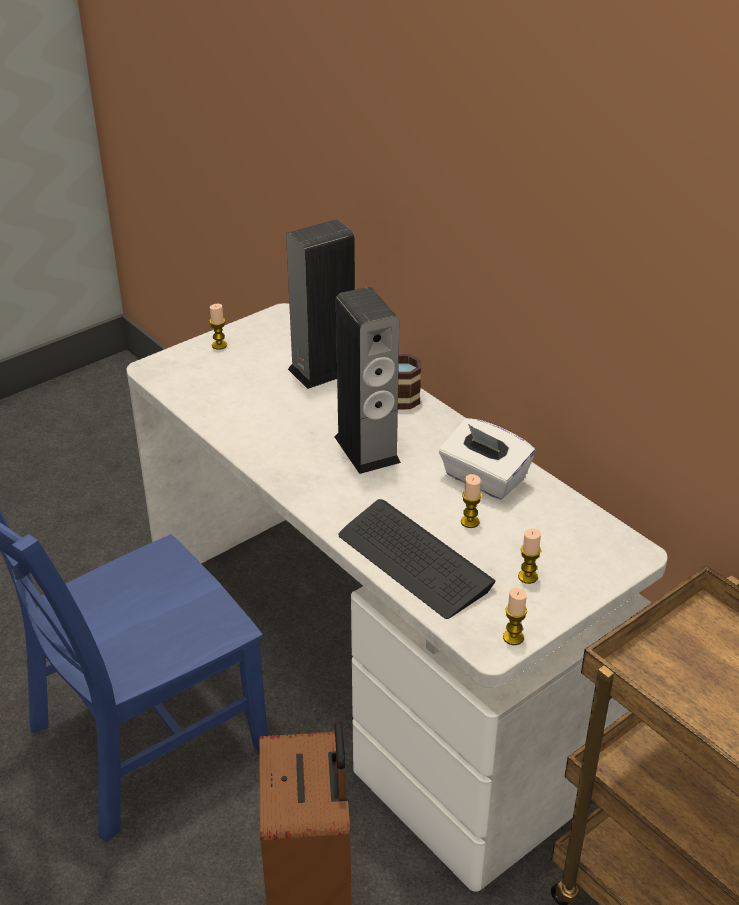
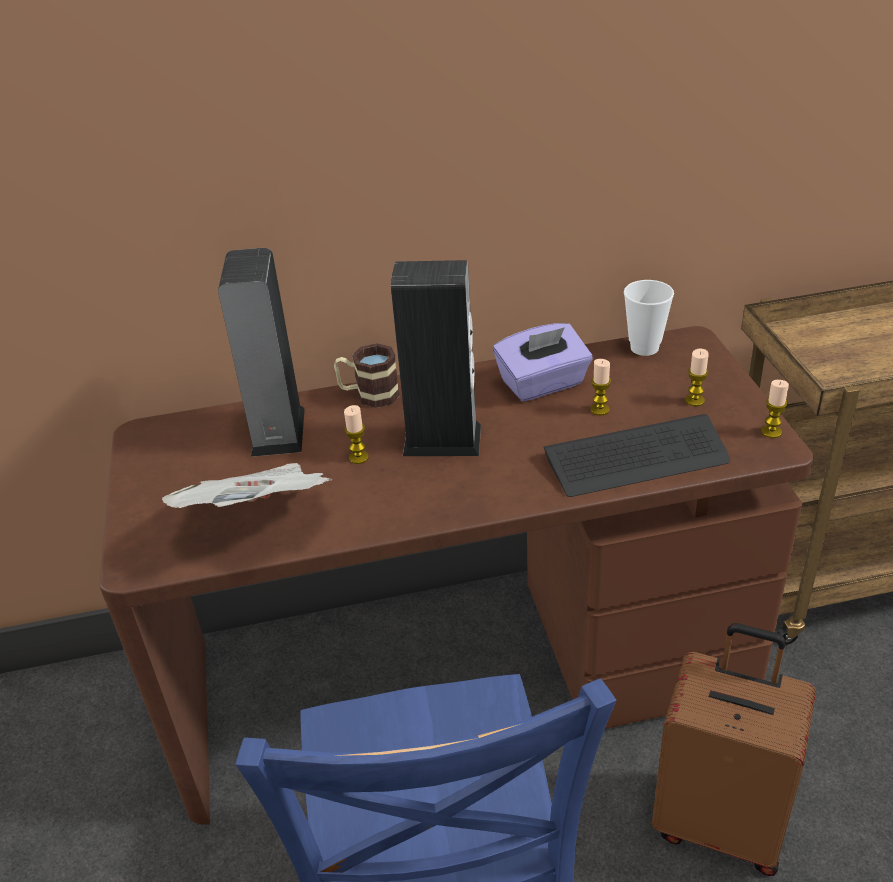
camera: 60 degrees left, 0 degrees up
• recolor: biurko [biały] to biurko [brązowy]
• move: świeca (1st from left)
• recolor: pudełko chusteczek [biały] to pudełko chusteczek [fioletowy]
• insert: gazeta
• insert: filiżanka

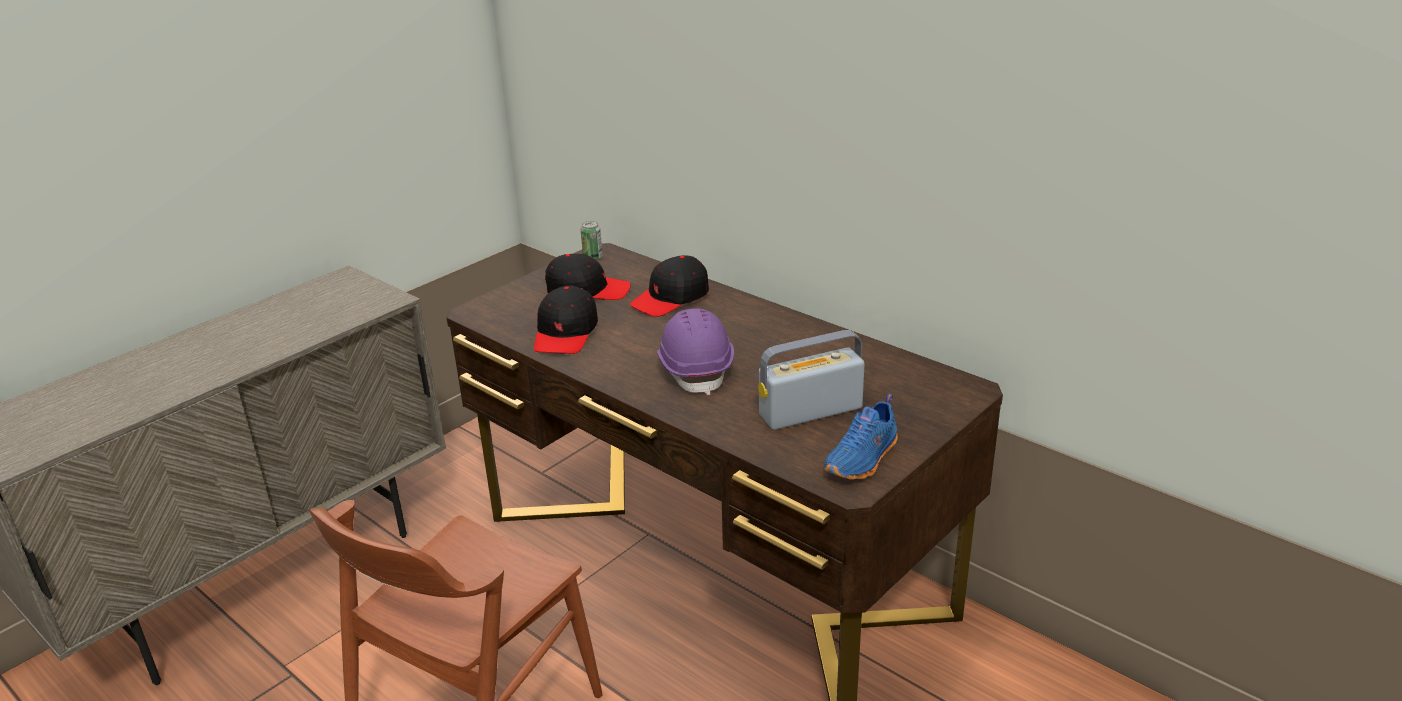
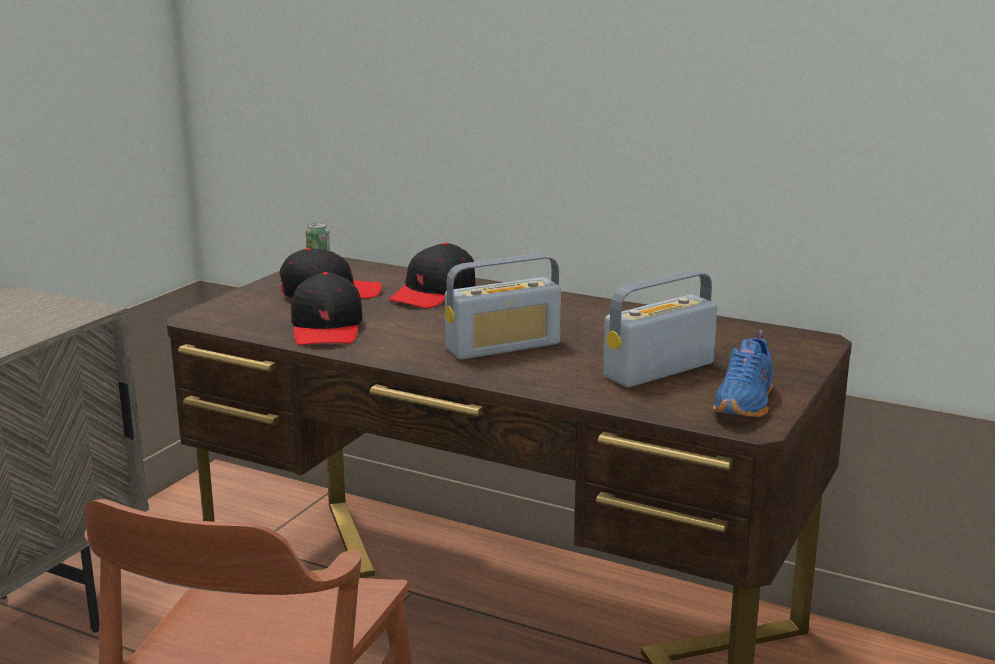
camera: 15 degrees left, 10 degrees down
• replace: kask [fioletowy] to radio (1st from left)

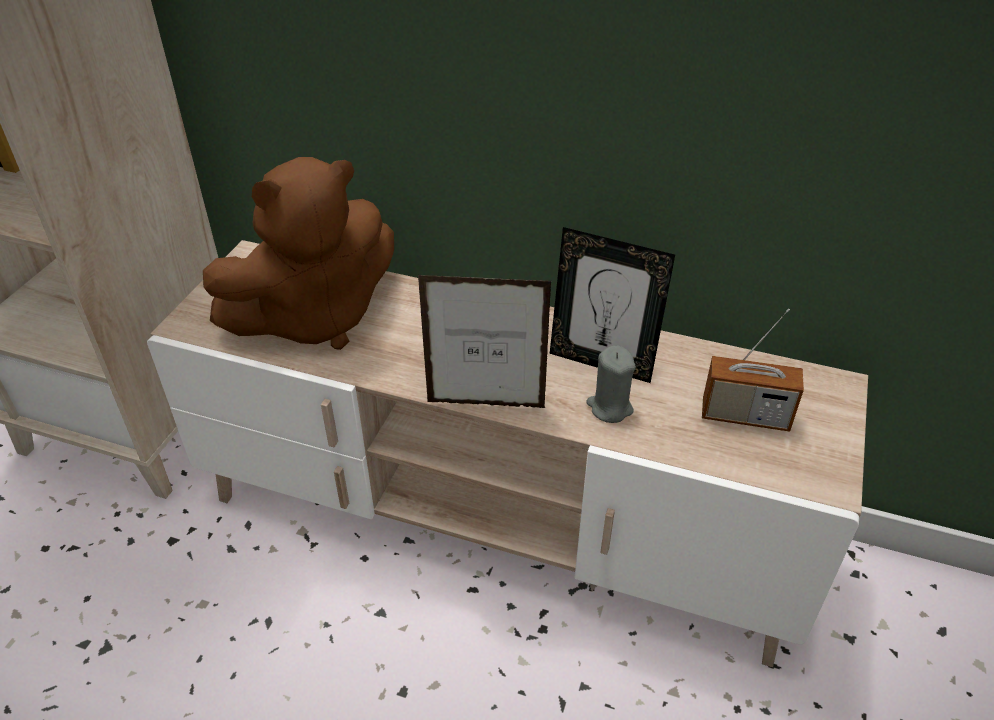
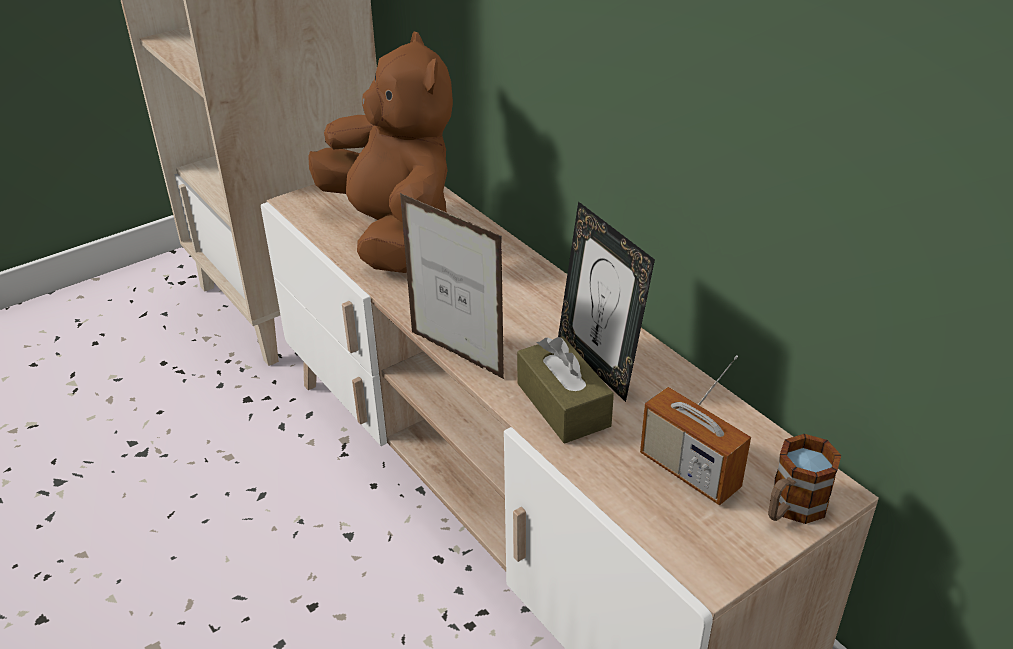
camera: 35 degrees right, 5 degrees down
• rotate: pluszak [brązowy] 120 degrees counterclockwise
• replace: świeca [szary] to pudełko chusteczek [brązowy]
• insert: kubek

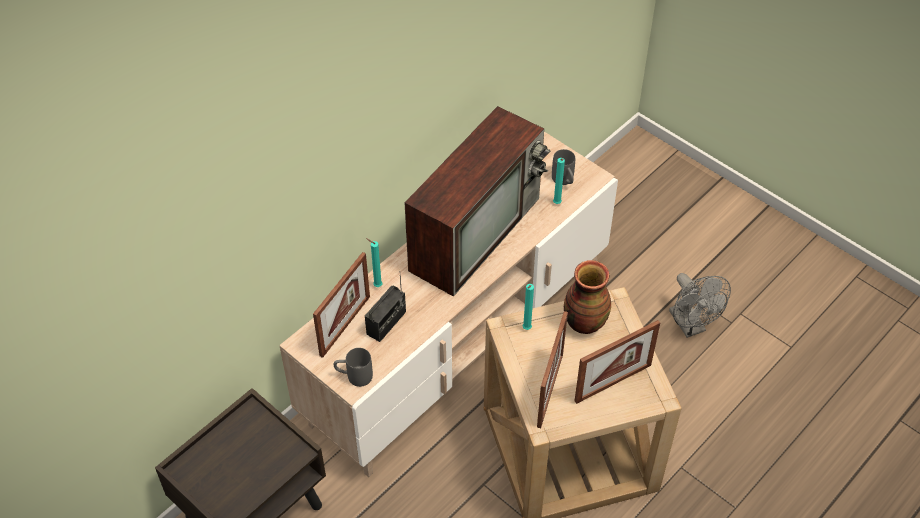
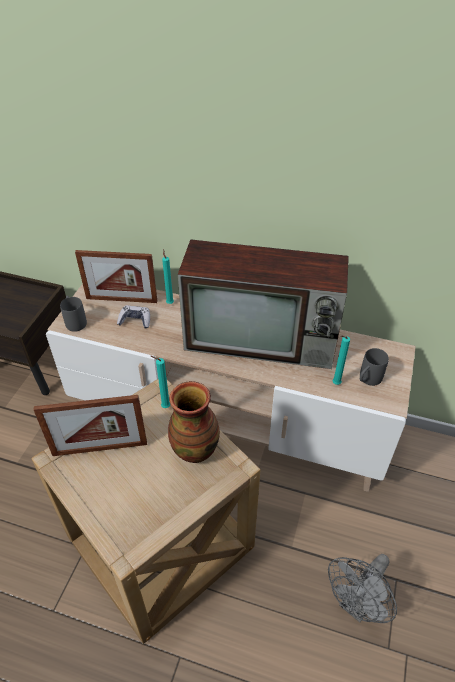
camera: 65 degrees right, 5 degrees down
• replace: radio to pad do gier
• delete: ramka na zdjęcie (3rd from left)

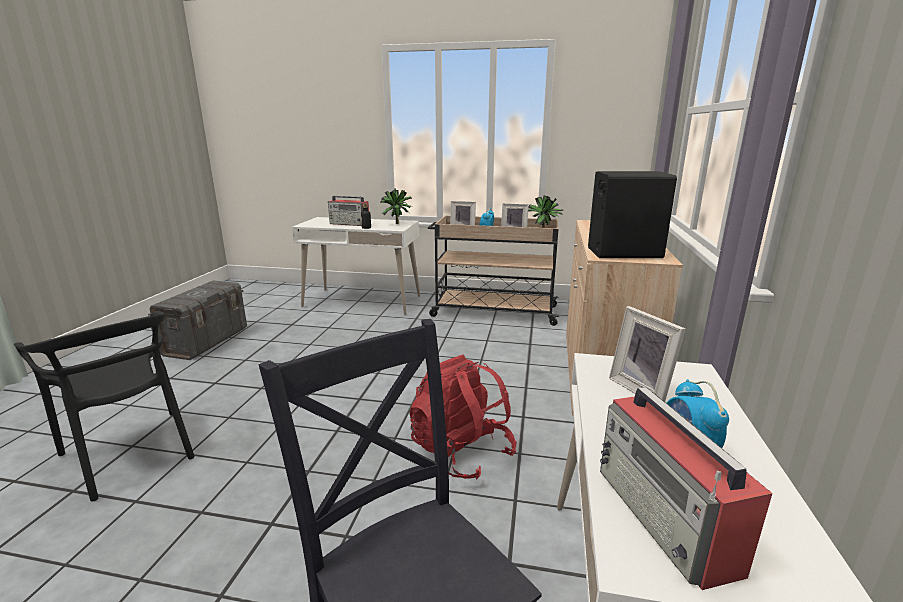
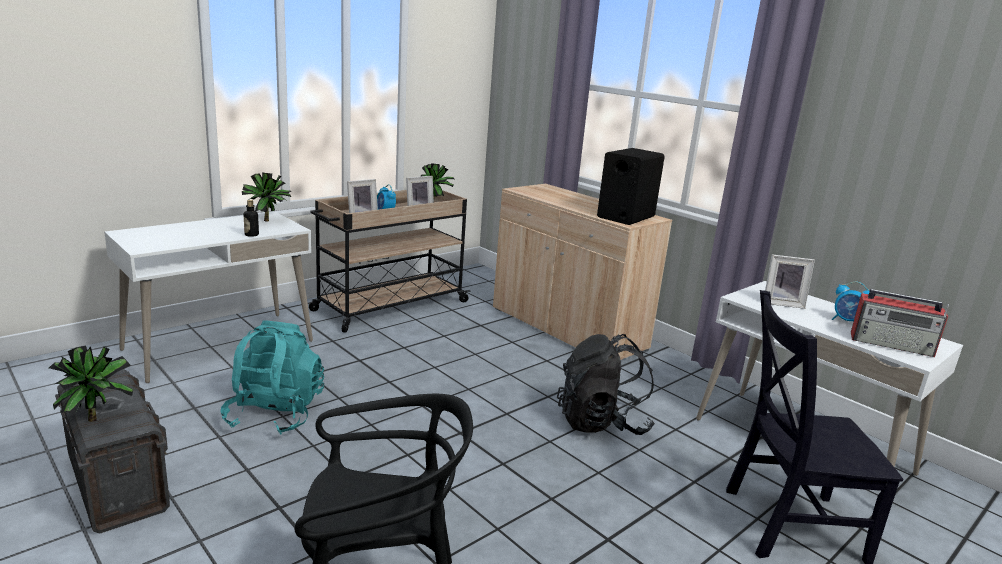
camera: 55 degrees left, 0 degrees up
• delete: radio (1st from left)
• recolor: plecak [czerwony] to plecak [czarny]
• insert: roślina doniczkowa (1st from left)
• insert: plecak [turkusowy]

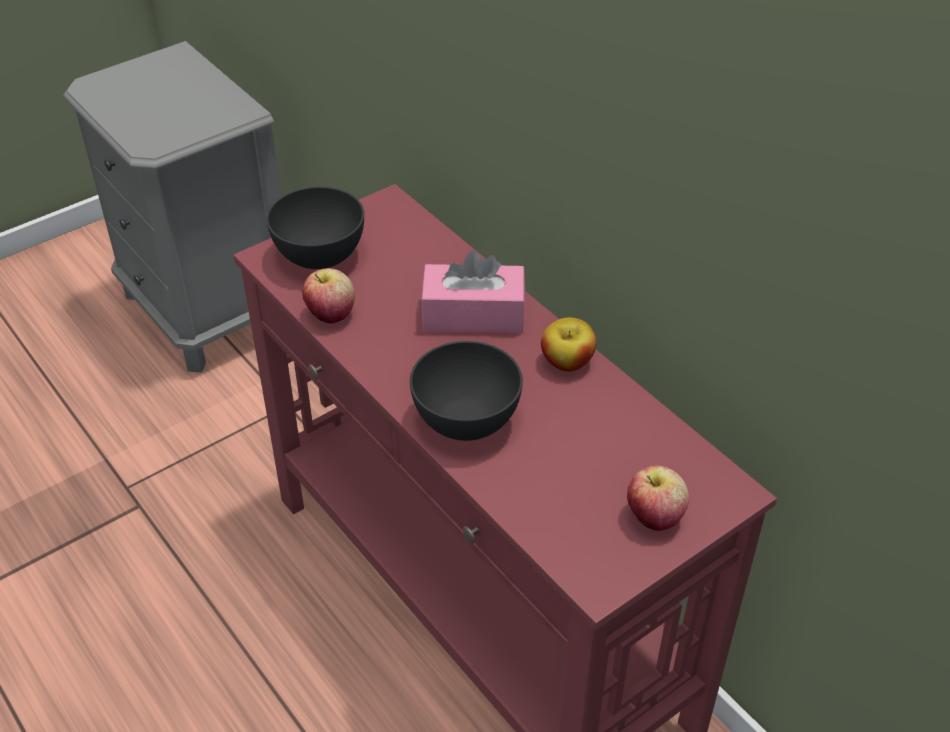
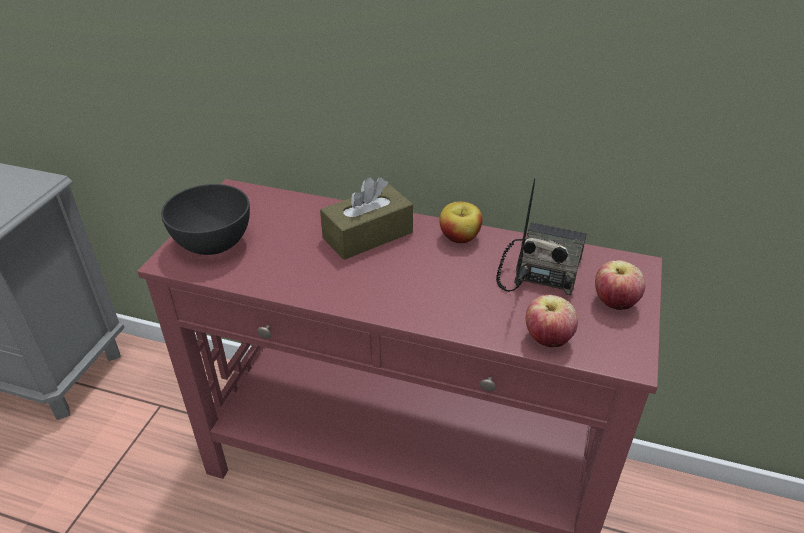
camera: 35 degrees left, 5 degrees down
• move: jabłko (1st from left in the first image) to jabłko (2nd from left)
• delete: miska [szary] (2nd from left)
• recolor: pudełko chusteczek [różowy] to pudełko chusteczek [brązowy]
• insert: radio

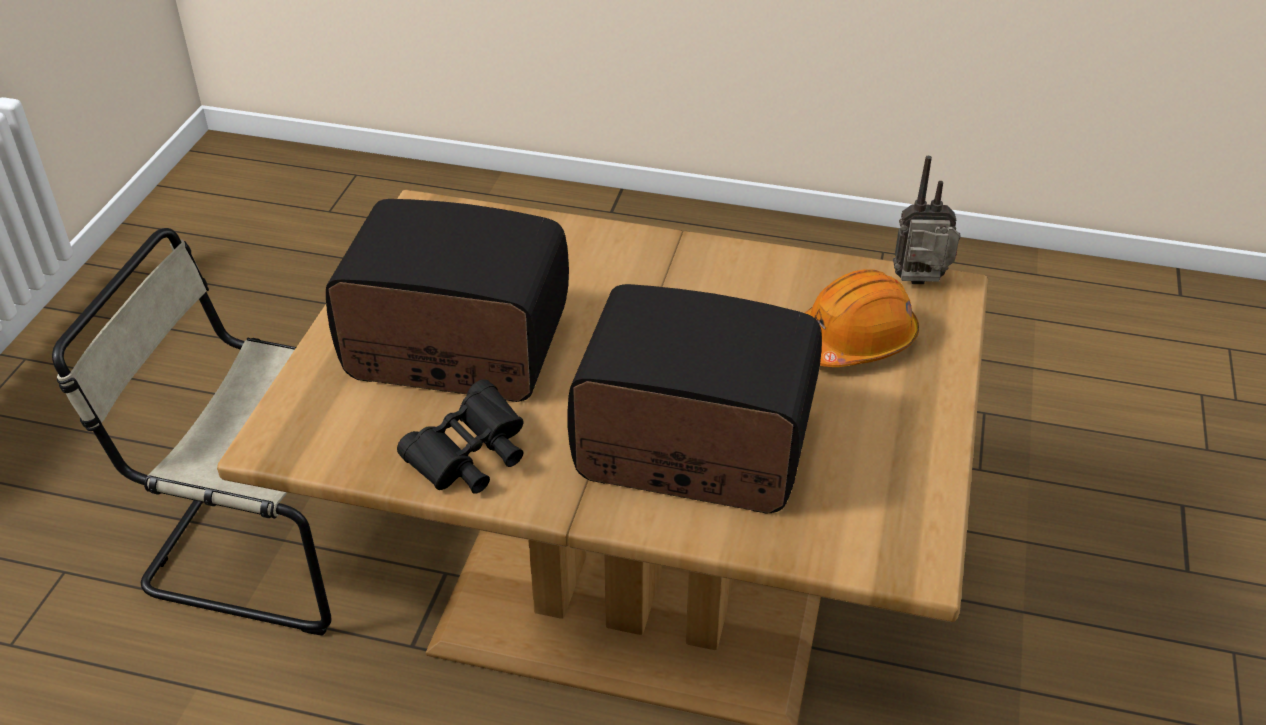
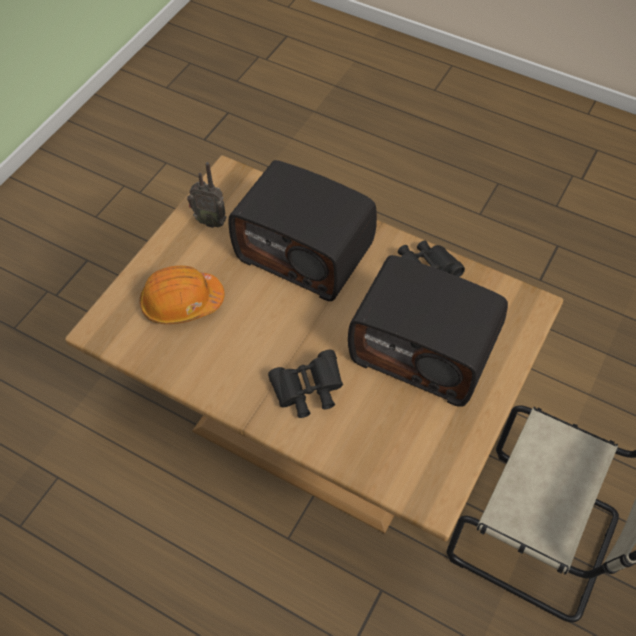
camera: 165 degrees left, 15 degrees up
• move: radio (3rd from left in the first image) to radio (1st from left)
• insert: lornetka [czarny] (1st from left)

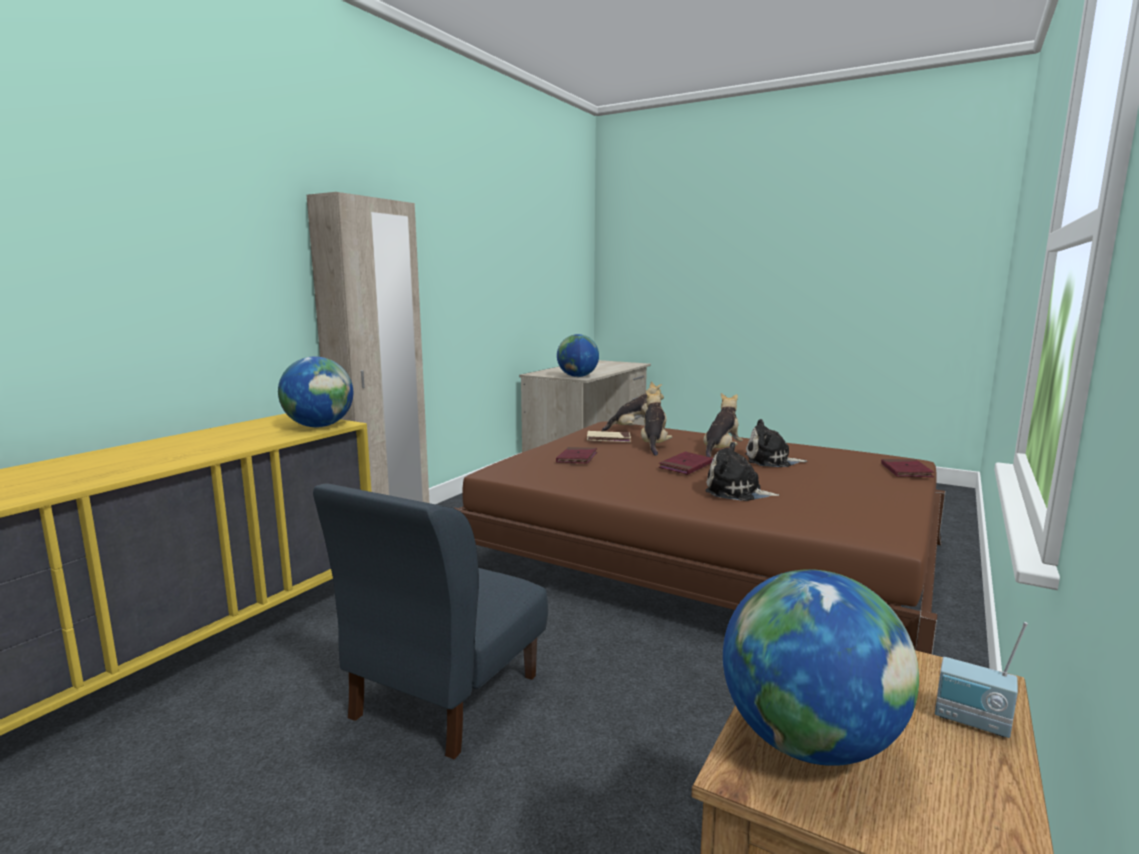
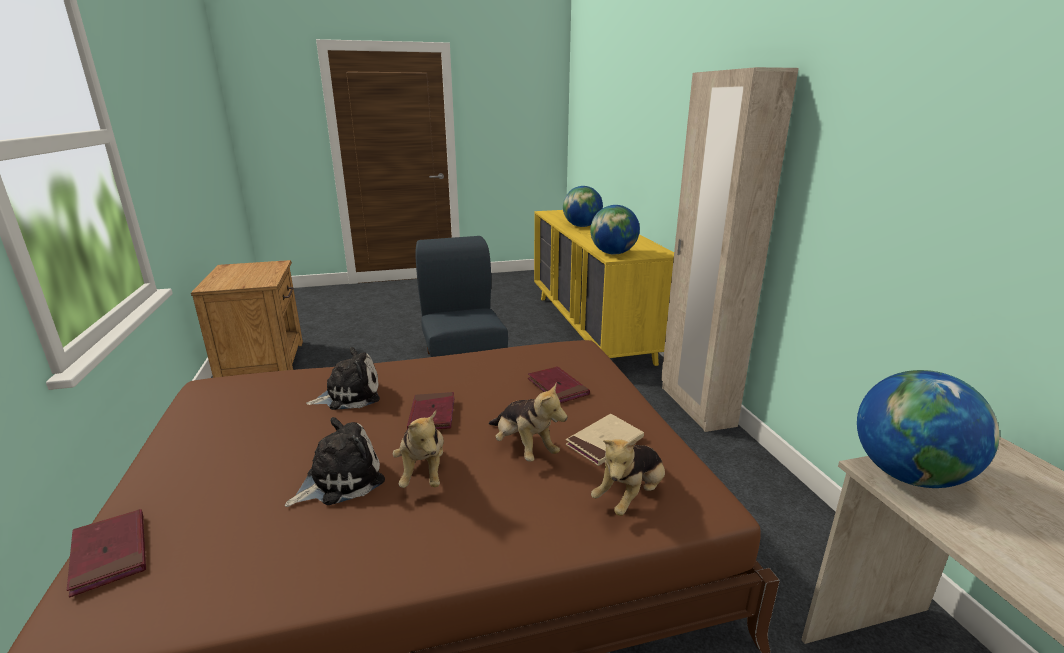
camera: 135 degrees right, 10 degrees up
• move: globus (3rd from left in the first image) to globus (1st from left)
• delete: radio

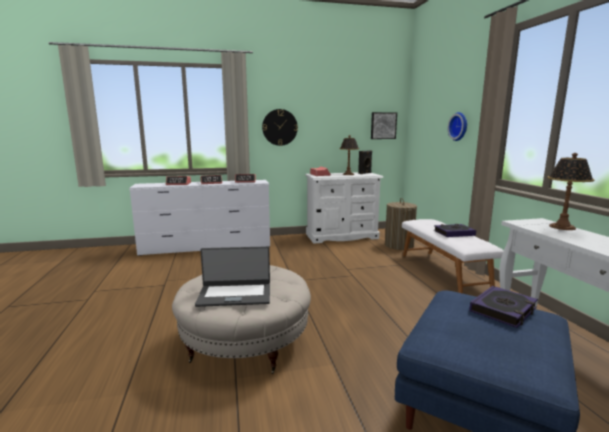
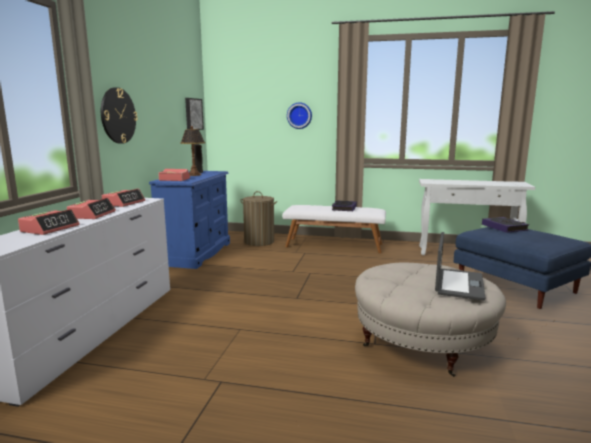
camera: 65 degrees left, 0 degrees up
• recolor: komoda [biały] (2nd from left) to komoda [niebieski]
• delete: lampa stołowa (2nd from left)

